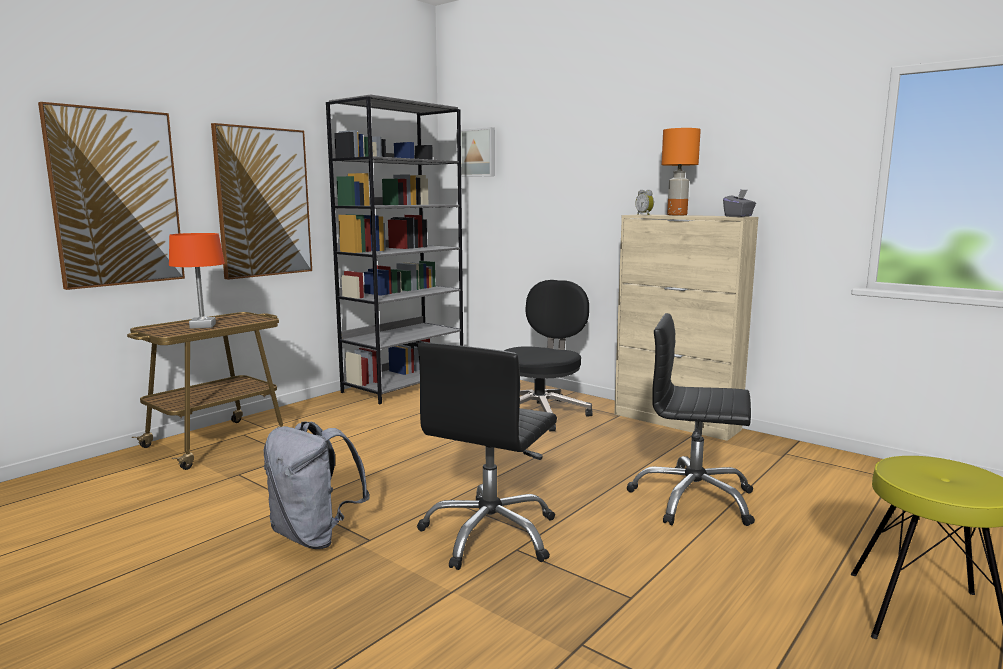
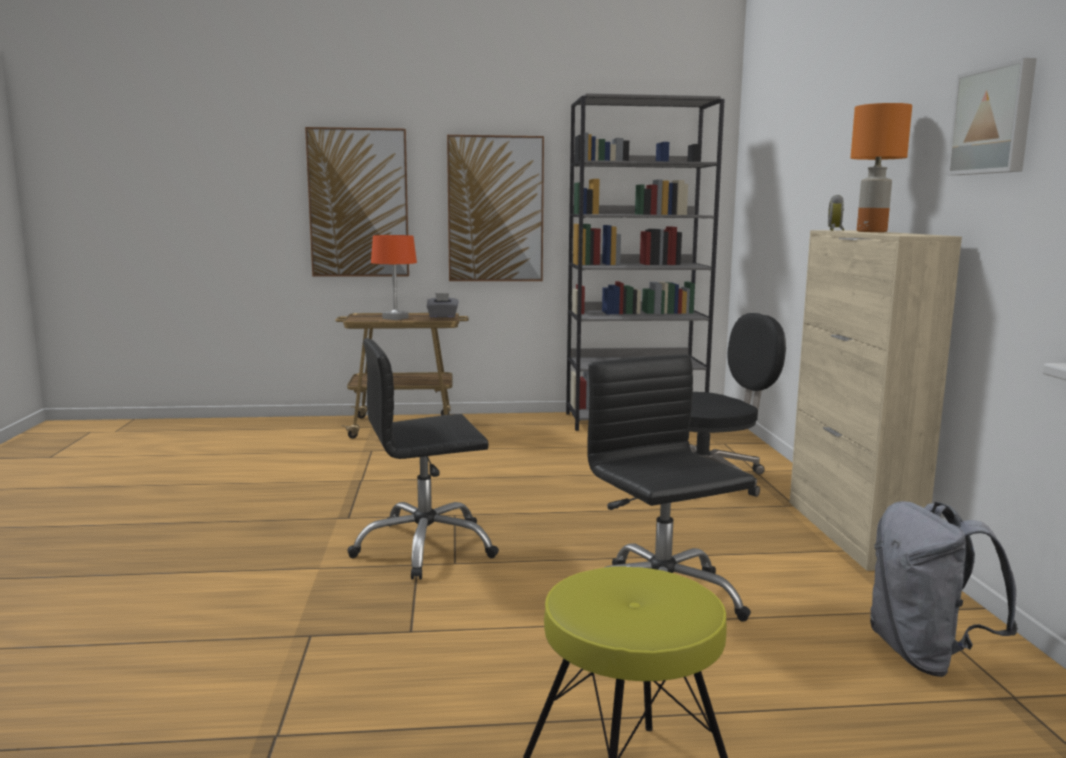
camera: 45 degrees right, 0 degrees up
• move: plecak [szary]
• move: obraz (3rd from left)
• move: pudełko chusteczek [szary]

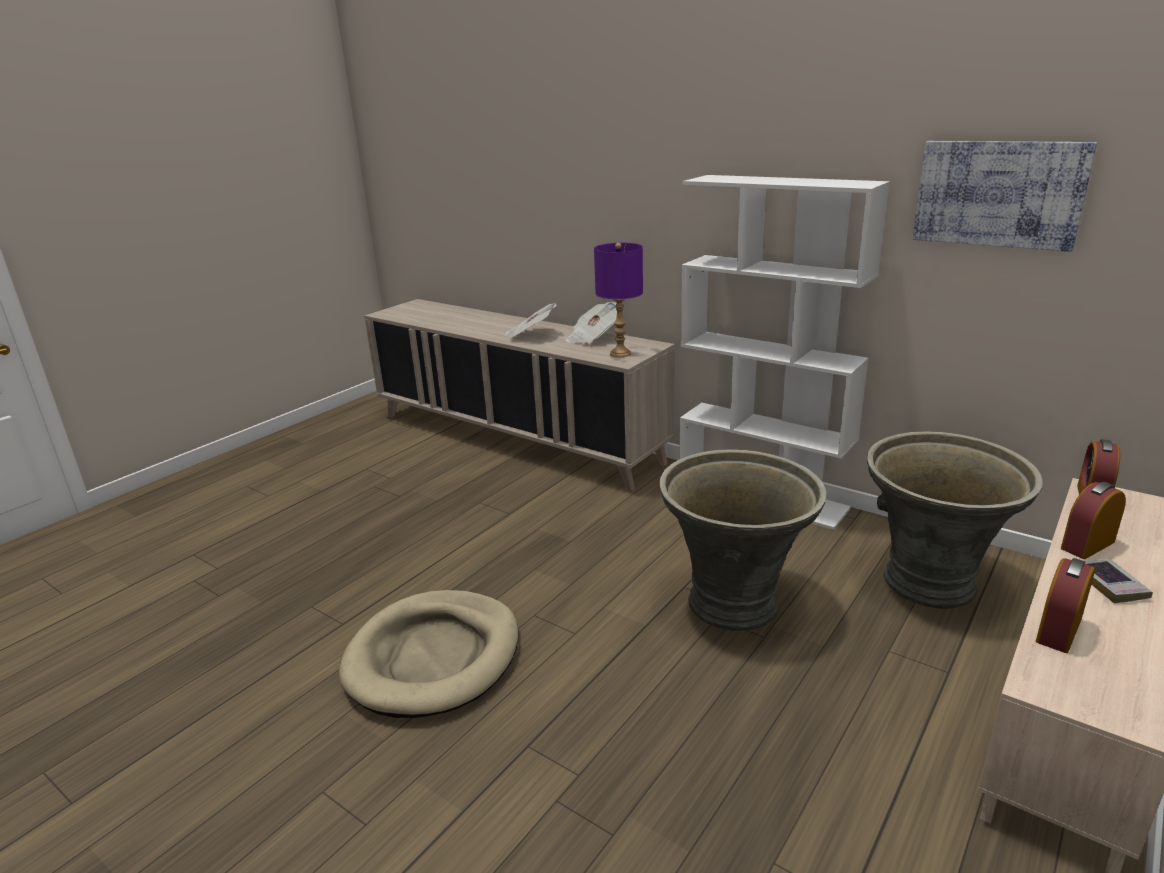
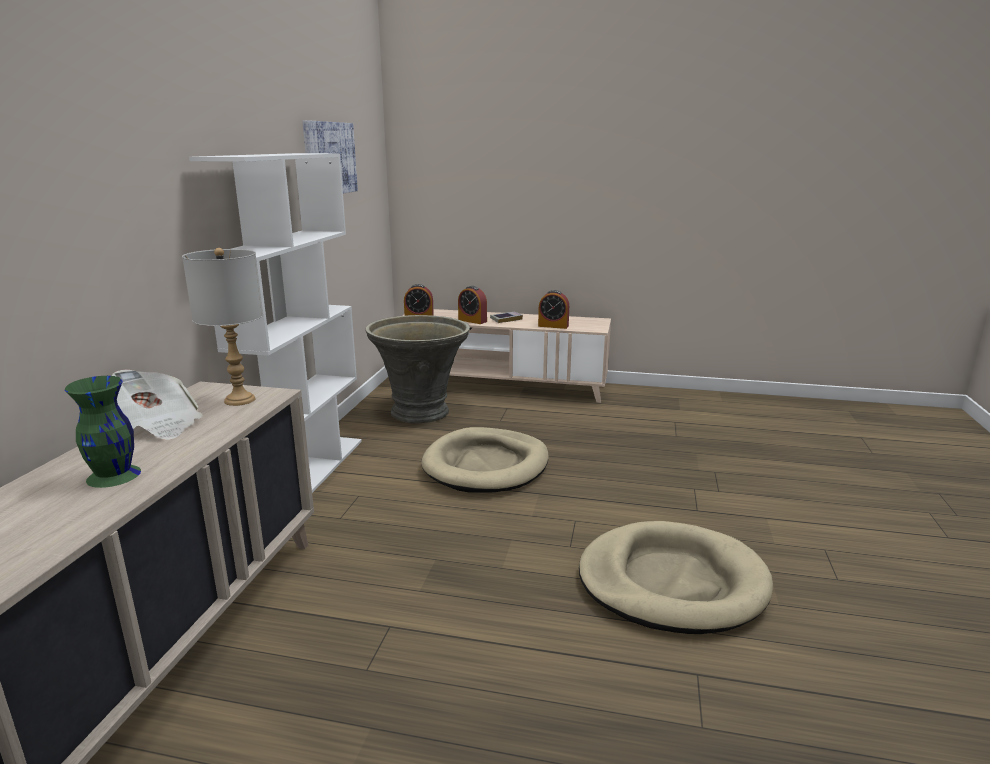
camera: 115 degrees left, 5 degrees down
• replace: gazeta (1st from left) to wazon [zielony]
• recolor: lampa stołowa [fioletowy] to lampa stołowa [szary]
• replace: donica [szary] (1st from left) to legowisko [beżowy] (1st from left)

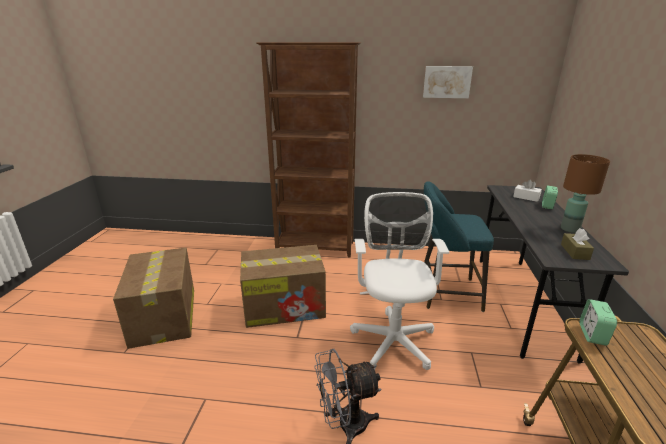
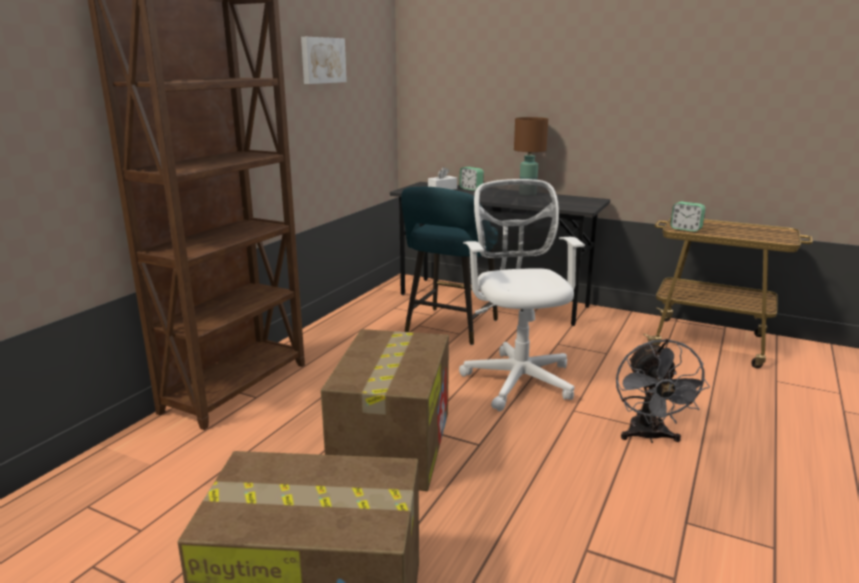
camera: 70 degrees left, 5 degrees down
• rotate: krzesło biurowe [biały] 60 degrees clockwise
• delete: pudełko chusteczek [brązowy]

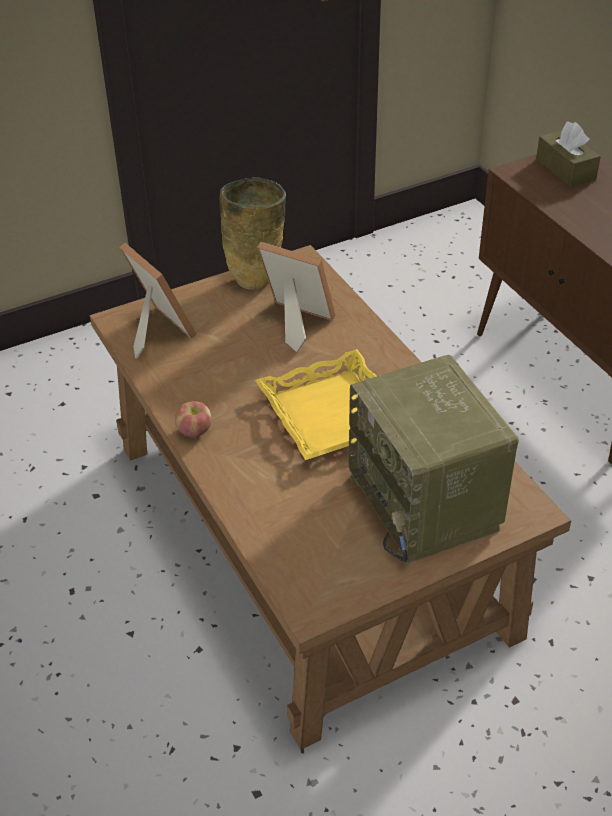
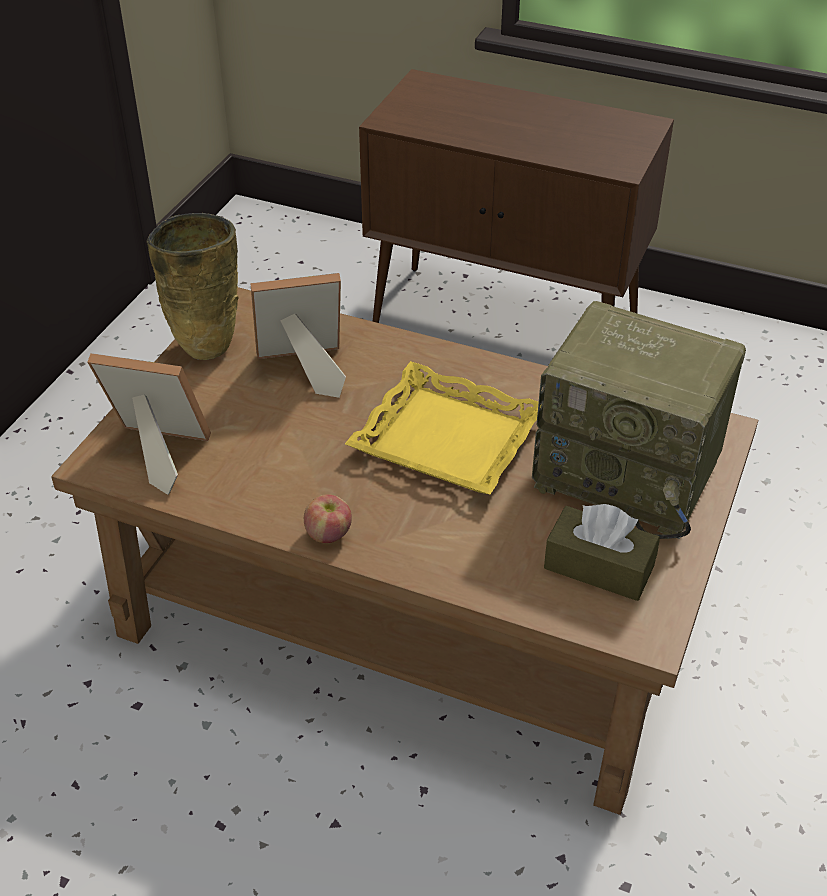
camera: 40 degrees left, 0 degrees up
• move: pudełko chusteczek [brązowy]

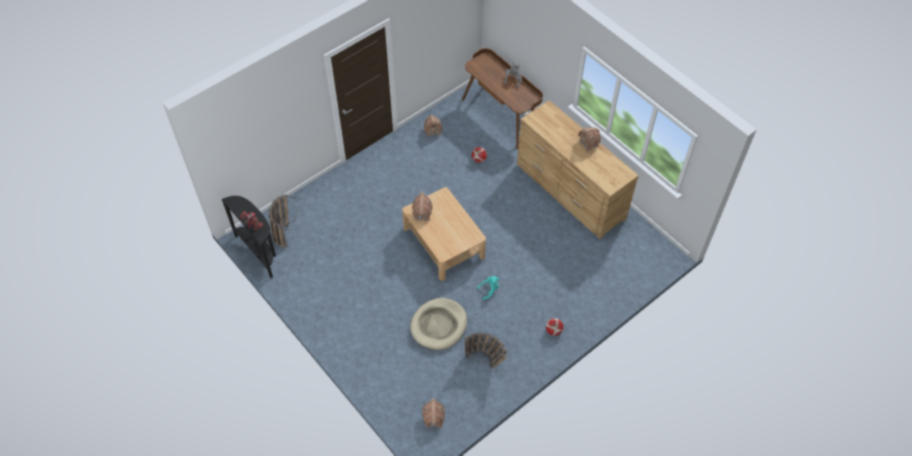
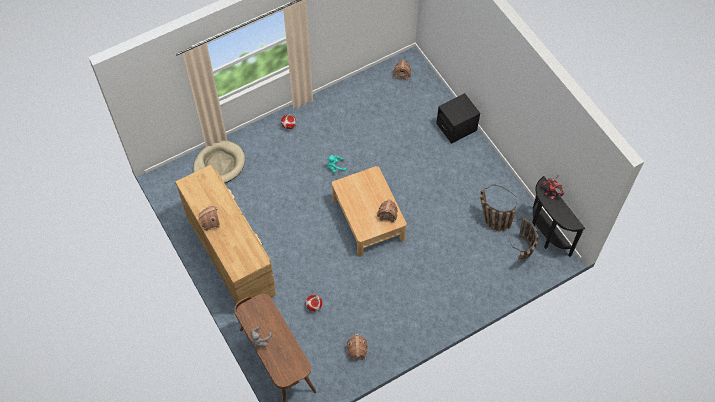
camera: 170 degrees left, 5 degrees up
• move: legowisko [beżowy]
• move: koszyk (2nd from left in the first image) to koszyk (1st from left)
• insert: szafka nocna [czarny]

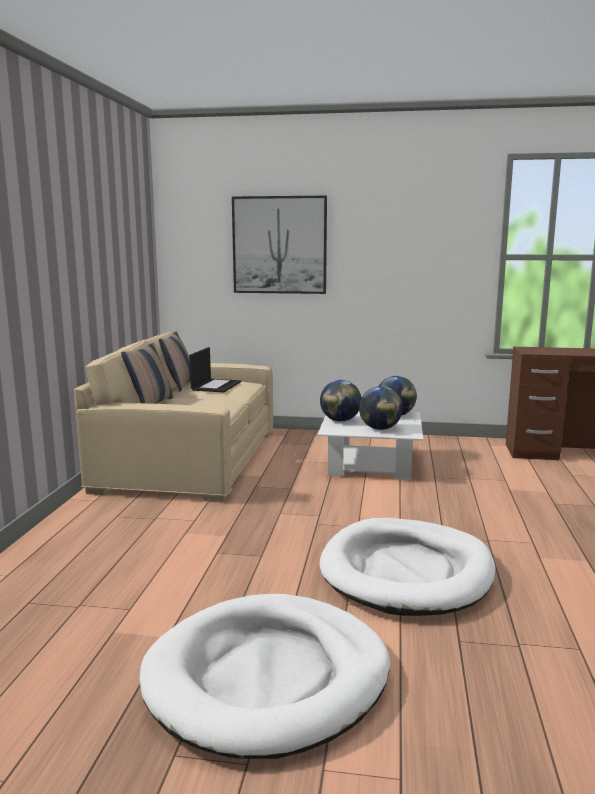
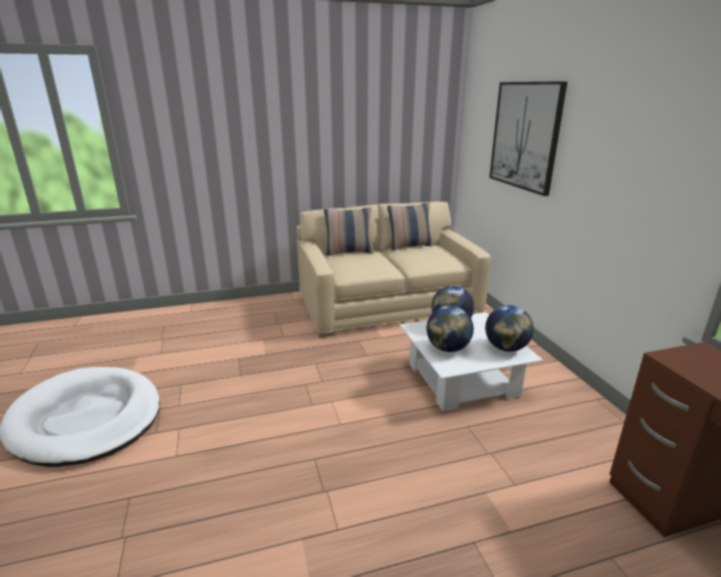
camera: 65 degrees right, 10 degrees up
• delete: laptop
• delete: legowisko [biały] (2nd from left)

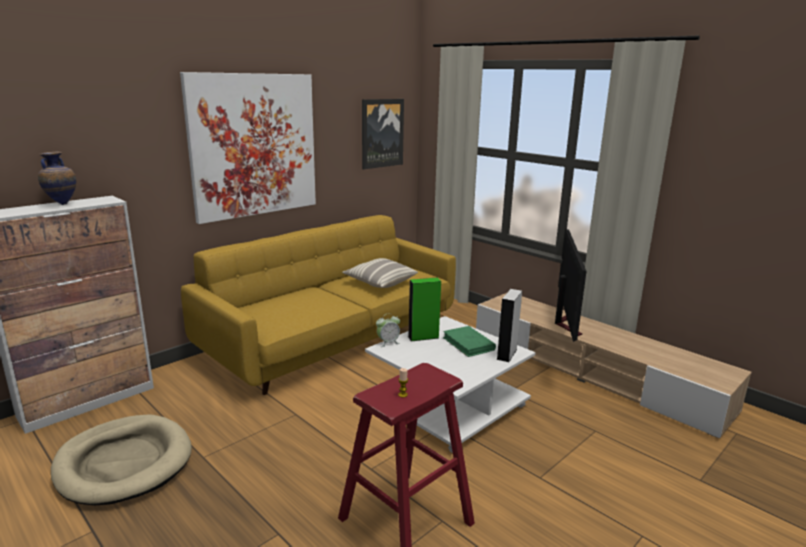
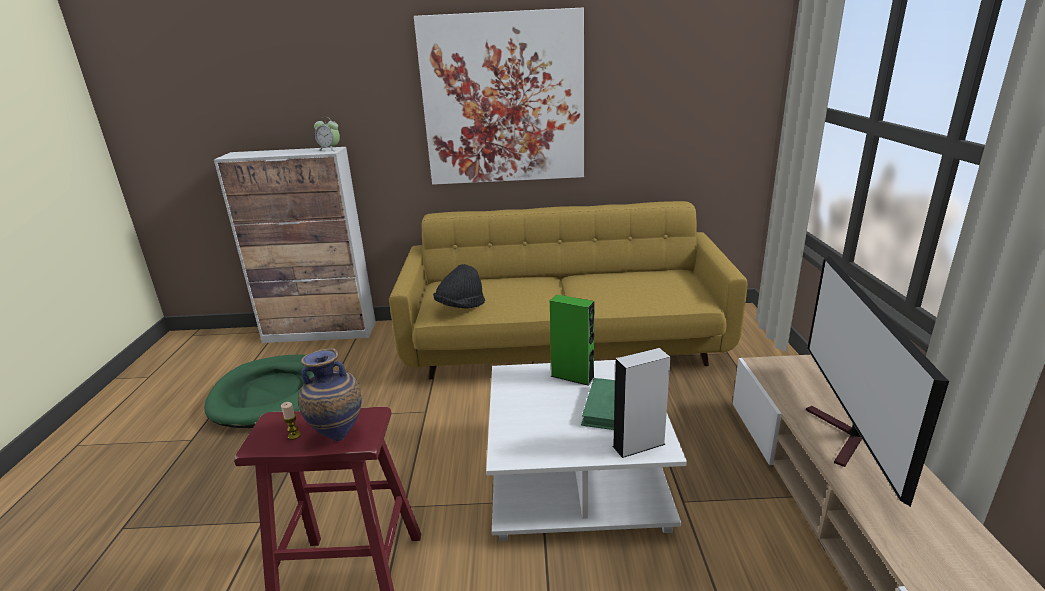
camera: 45 degrees right, 5 degrees up
• move: wazon
• recolor: legowisko [beżowy] to legowisko [zielony]
• delete: poduszka
• delete: obraz (2nd from left)
• move: budzik
• rotate: telewizor 135 degrees clockwise
• insert: kapelusz [czarny]

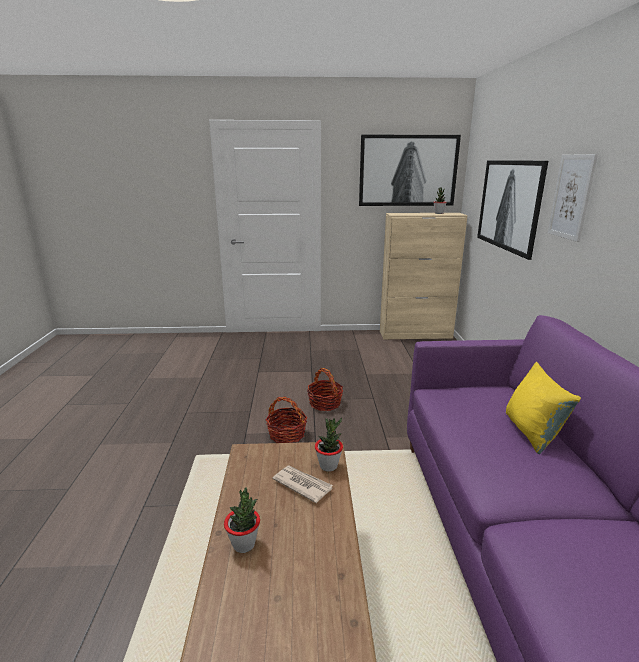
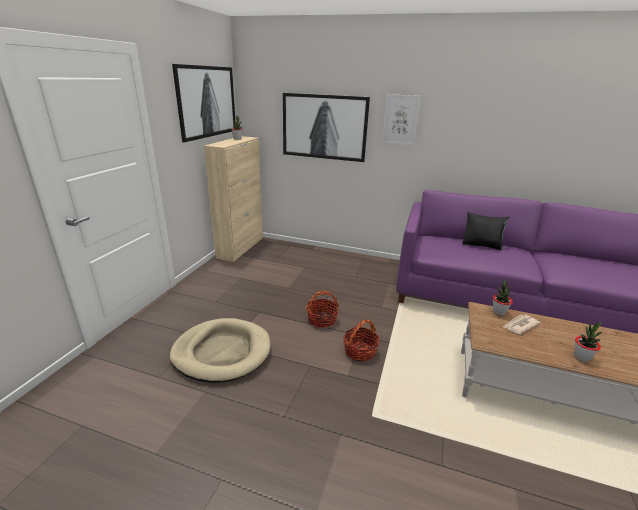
camera: 70 degrees left, 5 degrees up
• recolor: poduszka [żółty] to poduszka [czarny]
• insert: legowisko [beżowy]

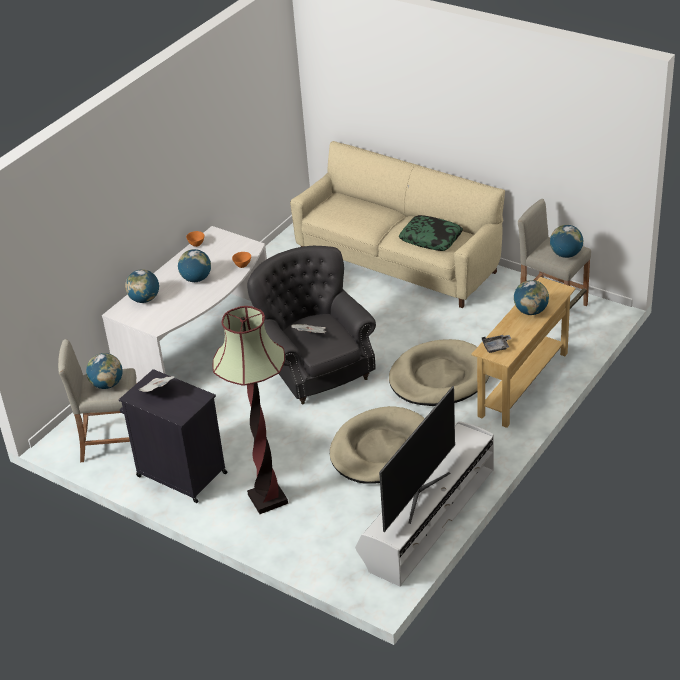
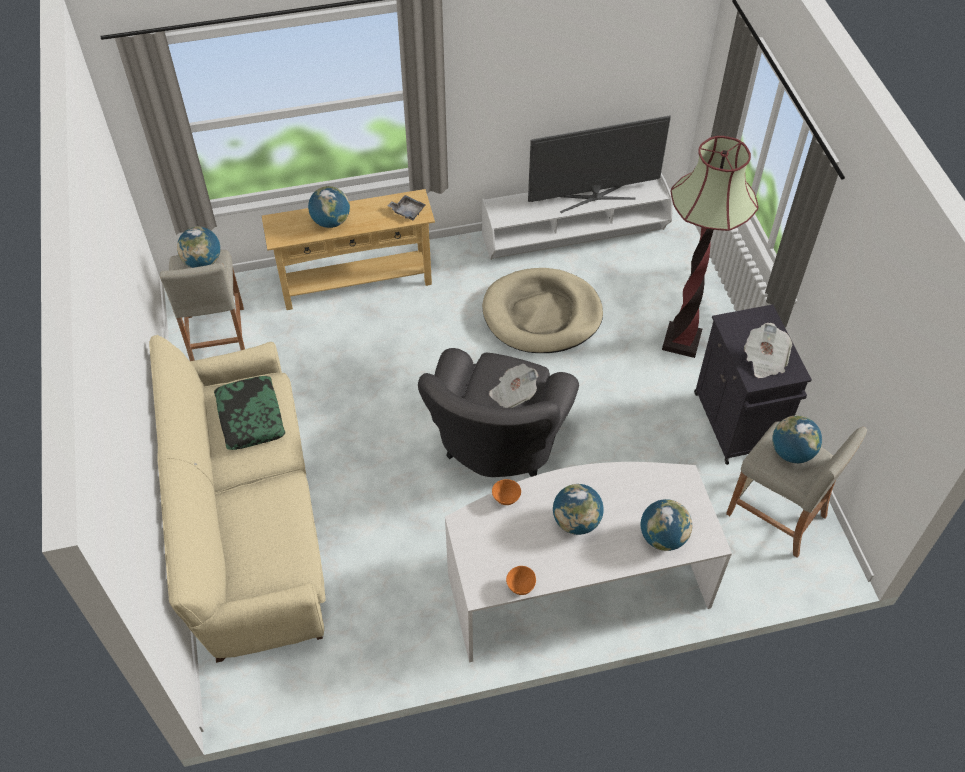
camera: 140 degrees left, 15 degrees up
• delete: legowisko [beżowy] (2nd from left)

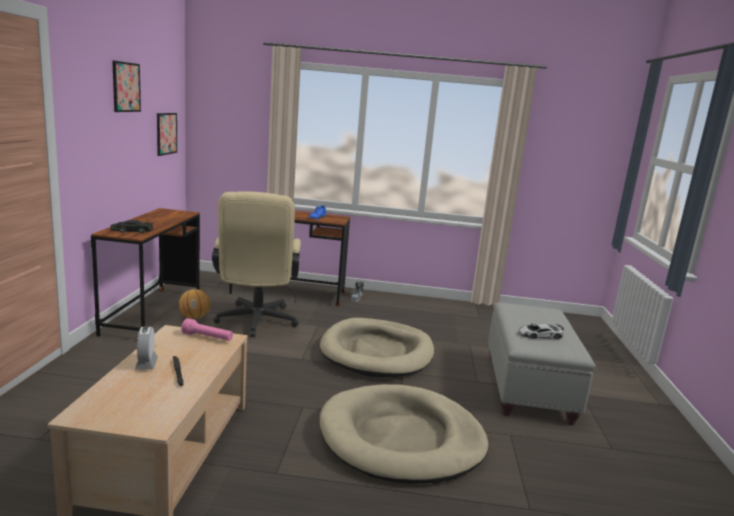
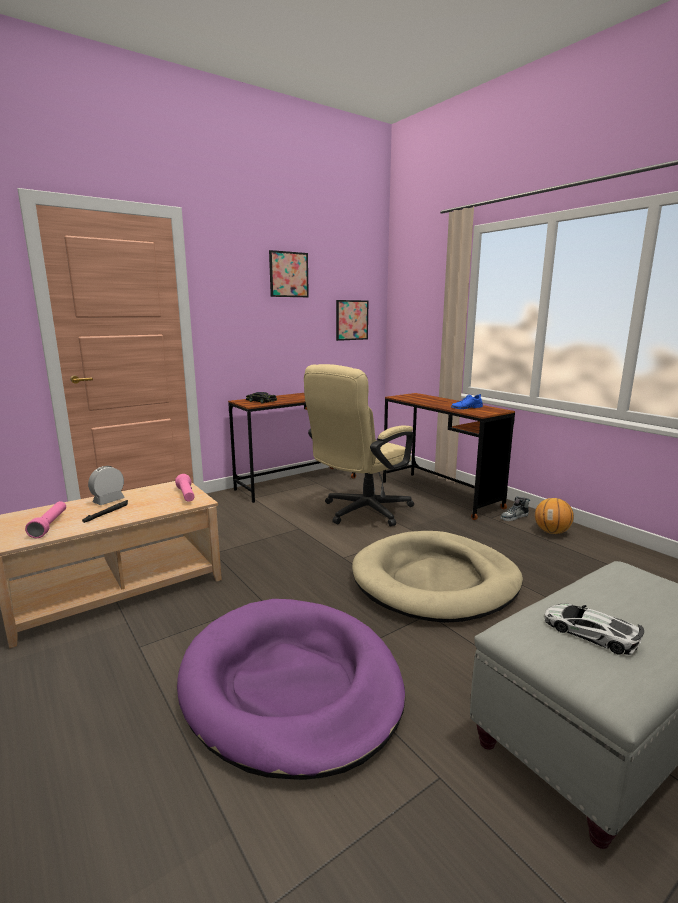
camera: 50 degrees right, 0 degrees up
• move: piłka do koszykówki
• recolor: legowisko [beżowy] (2nd from left) to legowisko [fioletowy]
• insert: latarka [różowy] (1st from left)

